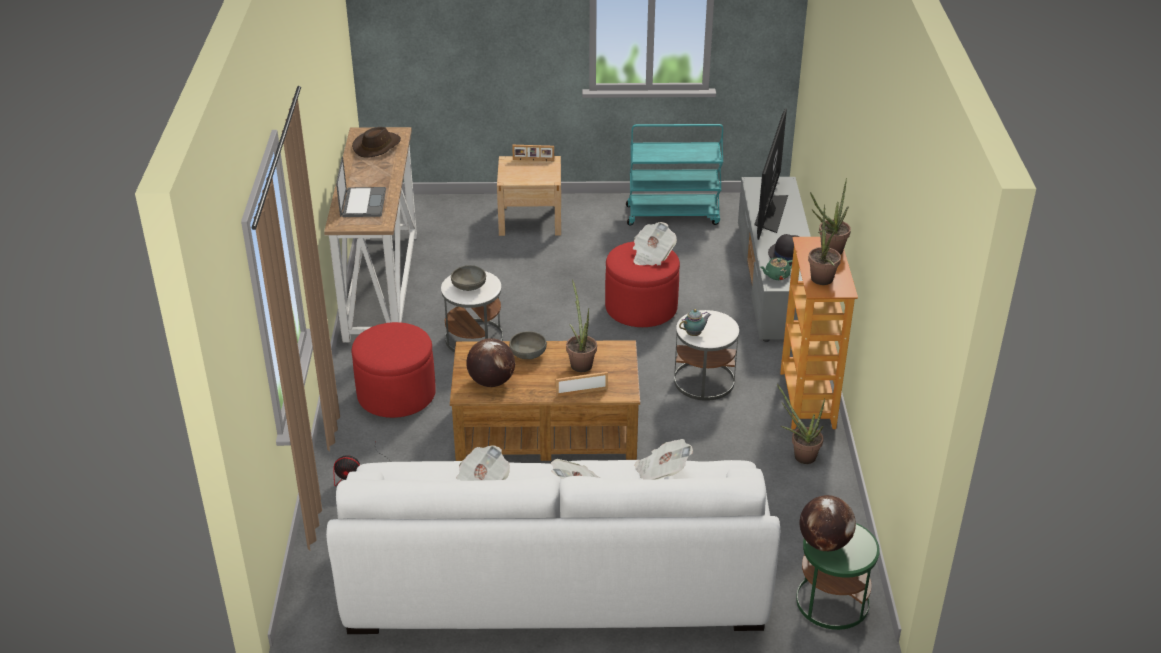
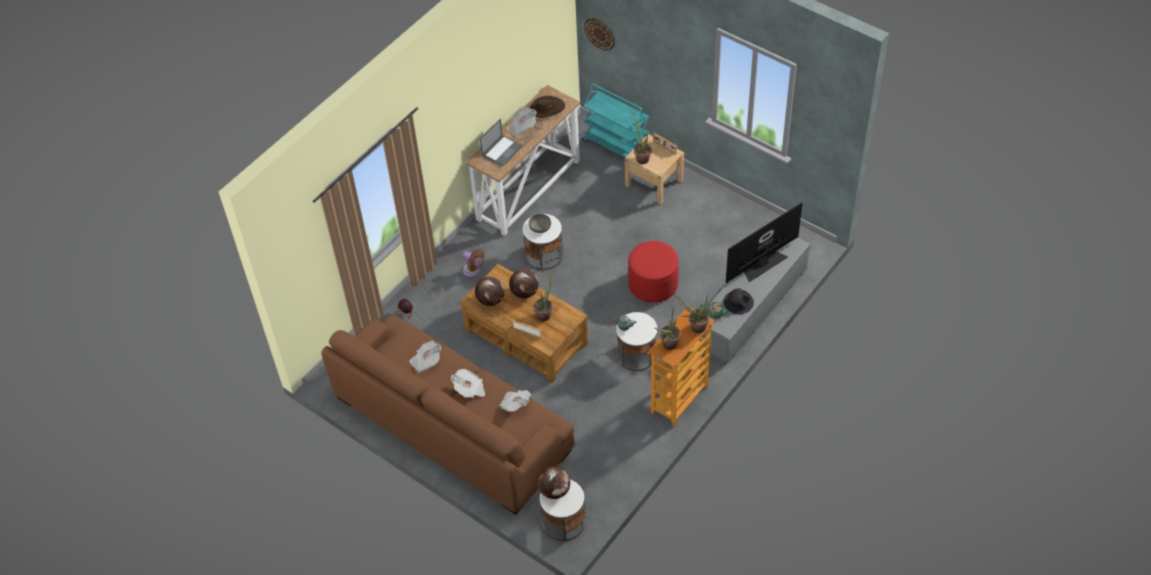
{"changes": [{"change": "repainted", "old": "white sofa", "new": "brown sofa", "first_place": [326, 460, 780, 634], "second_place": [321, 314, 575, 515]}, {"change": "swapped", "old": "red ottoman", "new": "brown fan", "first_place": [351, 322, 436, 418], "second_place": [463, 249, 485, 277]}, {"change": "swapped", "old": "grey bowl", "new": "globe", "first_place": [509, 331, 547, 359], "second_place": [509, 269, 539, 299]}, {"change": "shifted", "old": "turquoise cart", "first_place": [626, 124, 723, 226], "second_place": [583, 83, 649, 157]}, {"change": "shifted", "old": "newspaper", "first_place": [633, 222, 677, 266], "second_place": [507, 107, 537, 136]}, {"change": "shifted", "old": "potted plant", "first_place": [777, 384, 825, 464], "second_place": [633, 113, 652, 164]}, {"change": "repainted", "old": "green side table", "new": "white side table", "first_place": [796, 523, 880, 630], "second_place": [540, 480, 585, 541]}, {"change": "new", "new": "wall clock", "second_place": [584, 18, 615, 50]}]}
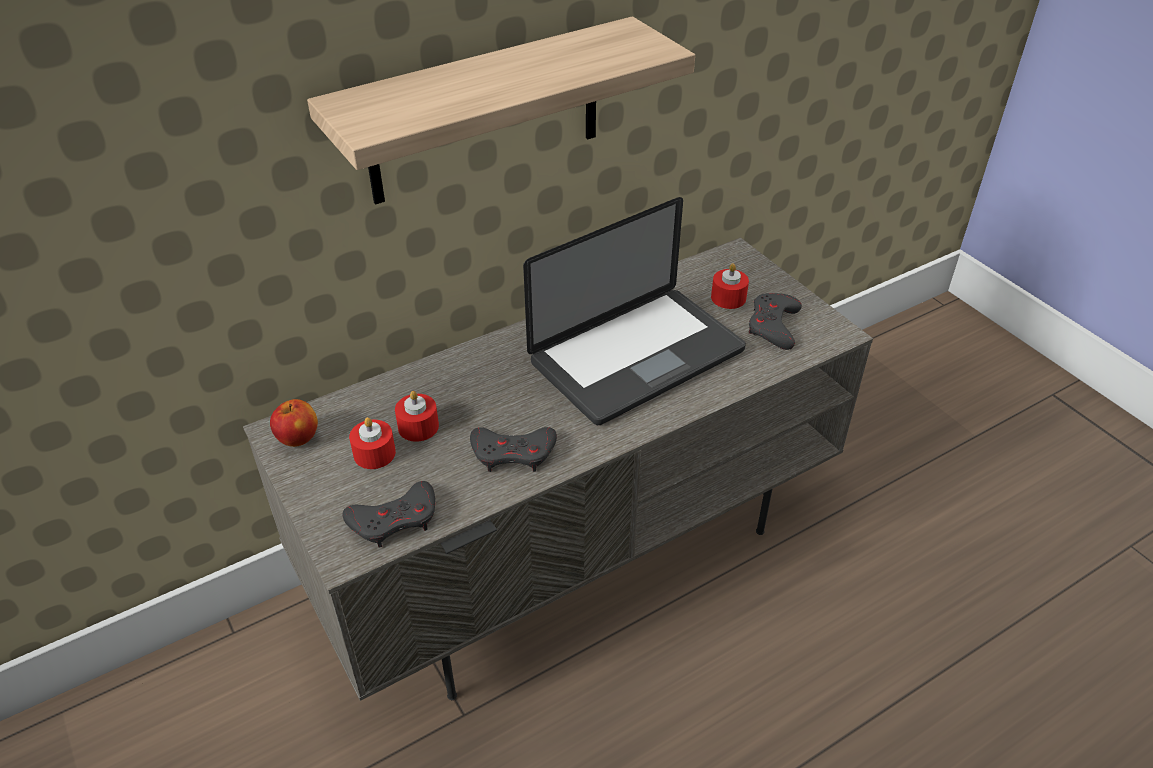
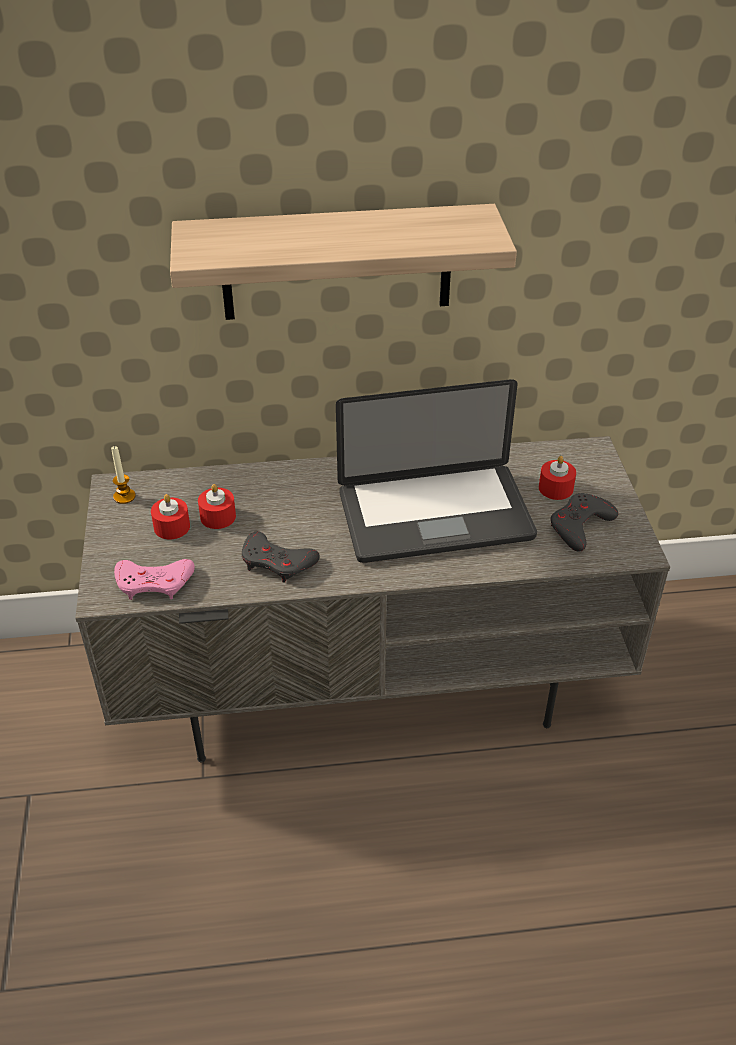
{"changes": [{"change": "swapped", "old": "apple", "new": "candle", "first_place": [270, 399, 318, 447], "second_place": [111, 446, 136, 504]}, {"change": "repainted", "old": "grey game controller", "new": "pink game controller", "first_place": [343, 481, 435, 547], "second_place": [114, 559, 195, 600]}]}
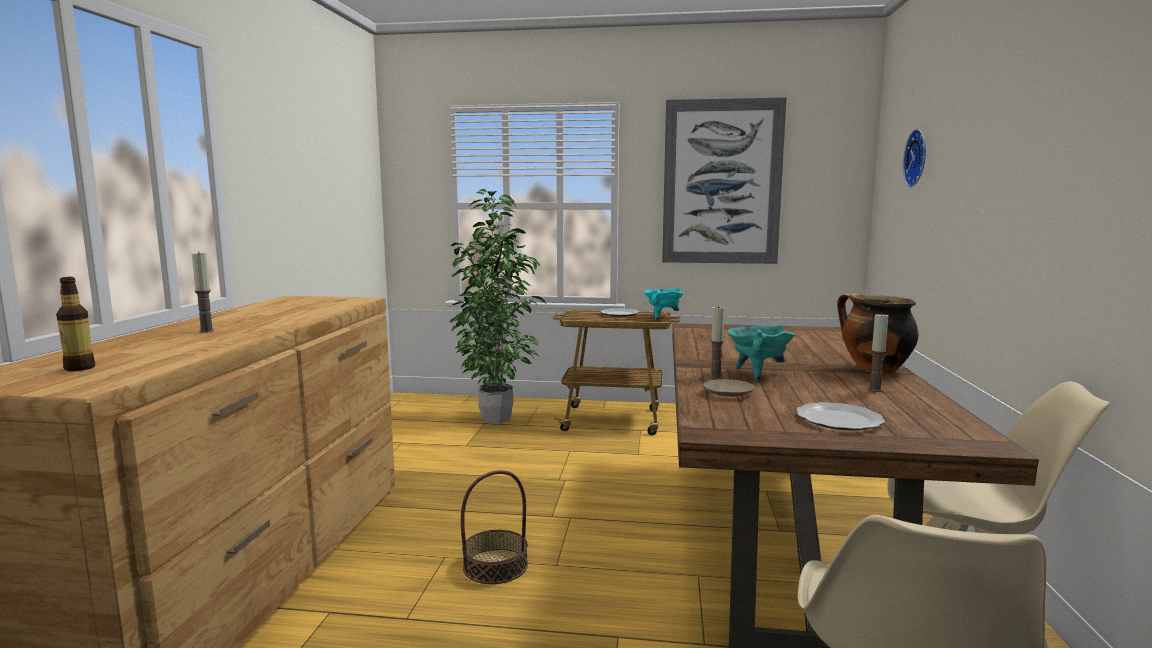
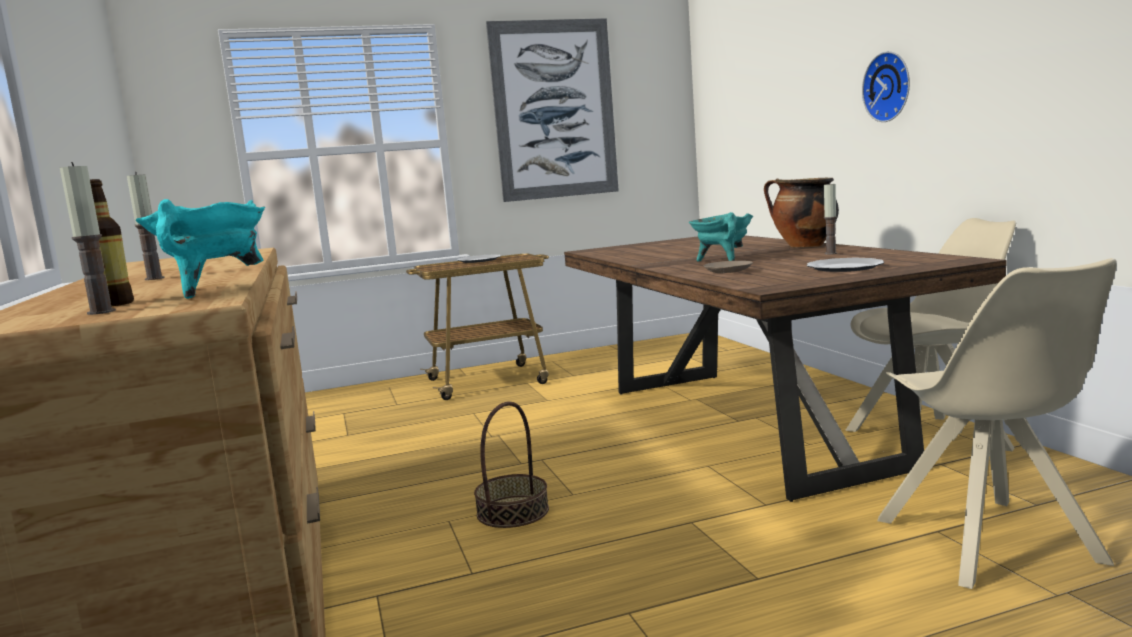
{"changes": [{"change": "gone", "old": "potted plant", "first_place": [450, 189, 546, 425]}, {"change": "shifted", "old": "turquoise cooking pot", "first_place": [644, 288, 684, 320], "second_place": [136, 199, 265, 299]}, {"change": "shifted", "old": "candle", "first_place": [710, 305, 724, 379], "second_place": [60, 162, 116, 315]}, {"change": "shifted", "old": "wall clock", "first_place": [903, 129, 926, 187], "second_place": [862, 51, 910, 122]}]}
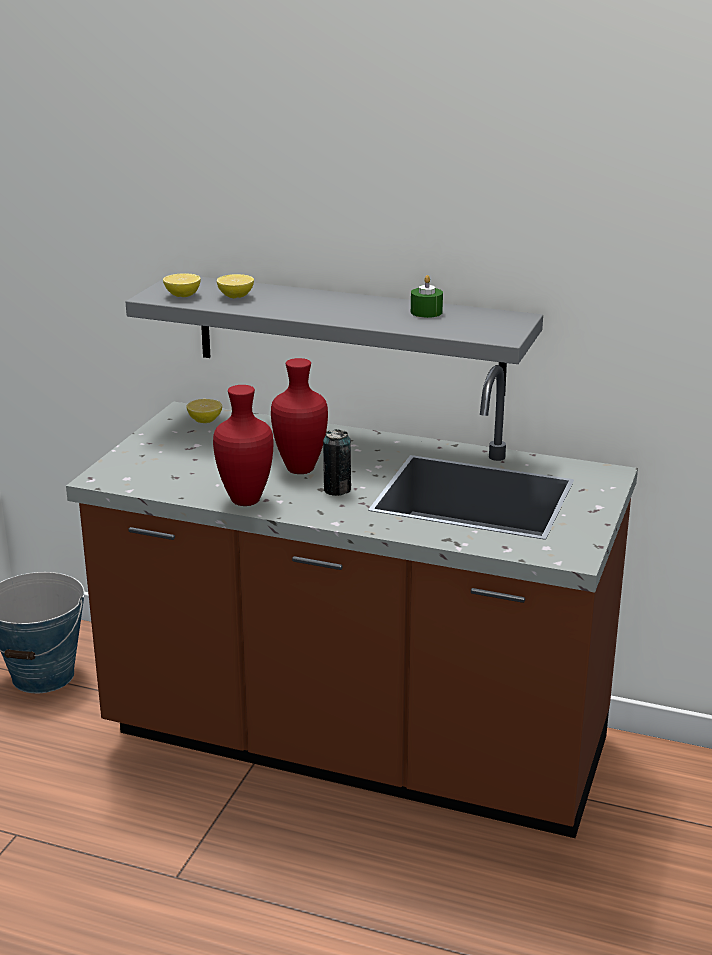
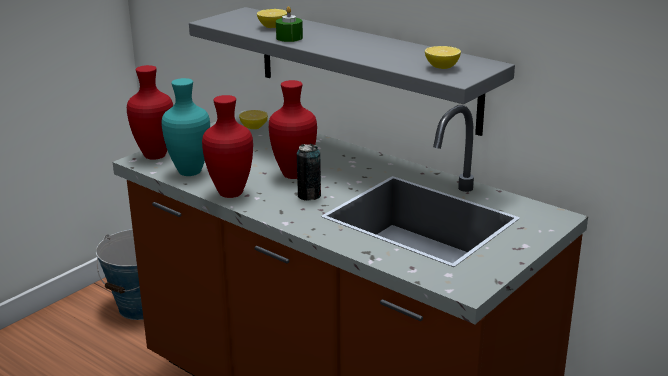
{"changes": [{"change": "shifted", "old": "lemon", "first_place": [163, 273, 201, 297], "second_place": [425, 46, 461, 69]}, {"change": "shifted", "old": "green candle", "first_place": [411, 275, 443, 318], "second_place": [276, 6, 303, 42]}, {"change": "new", "new": "red vase", "second_place": [127, 65, 173, 160]}, {"change": "new", "new": "turquoise vase", "second_place": [161, 78, 210, 176]}]}
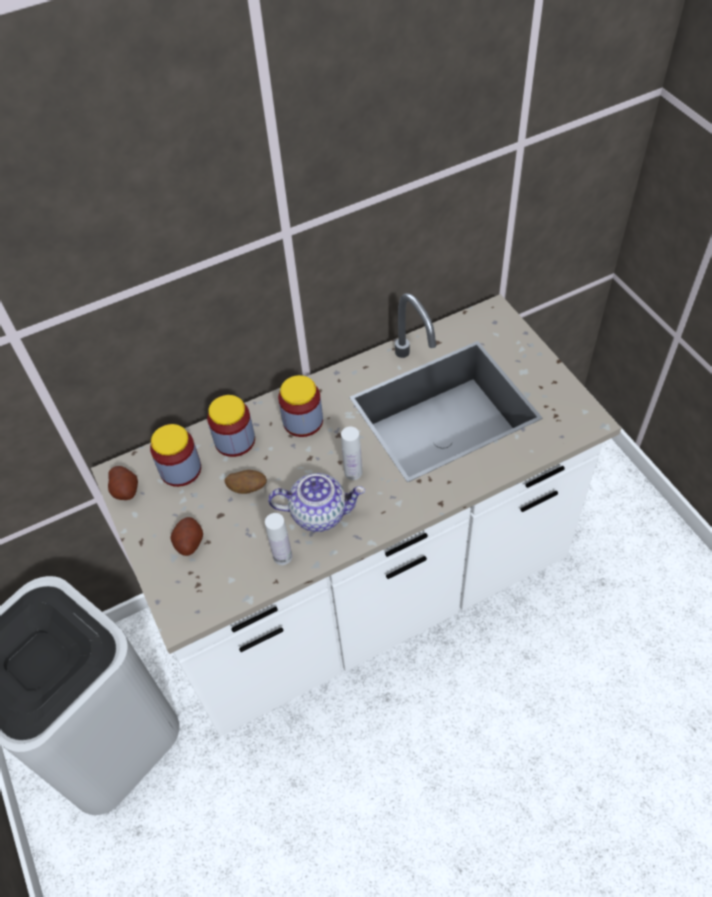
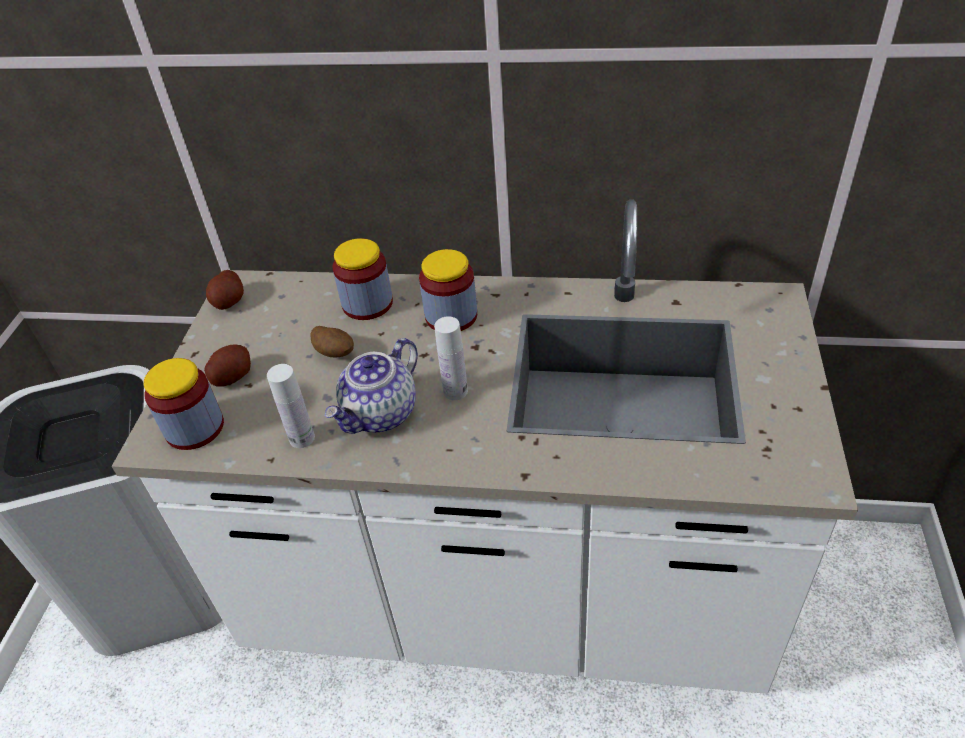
{"changes": [{"change": "shifted", "old": "jar", "first_place": [150, 424, 201, 487], "second_place": [144, 358, 224, 450]}, {"change": "rotated", "old": "teapot", "first_place": [268, 473, 365, 532], "second_place": [325, 338, 418, 434], "degrees": 90}]}
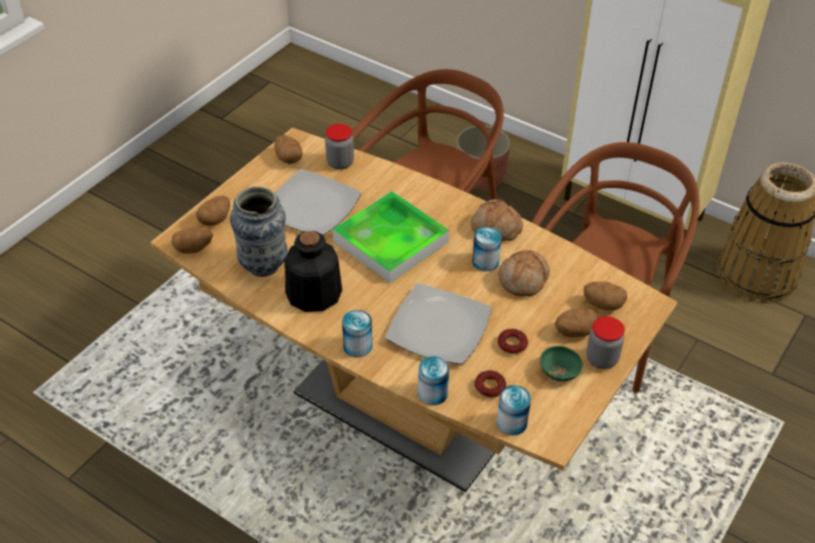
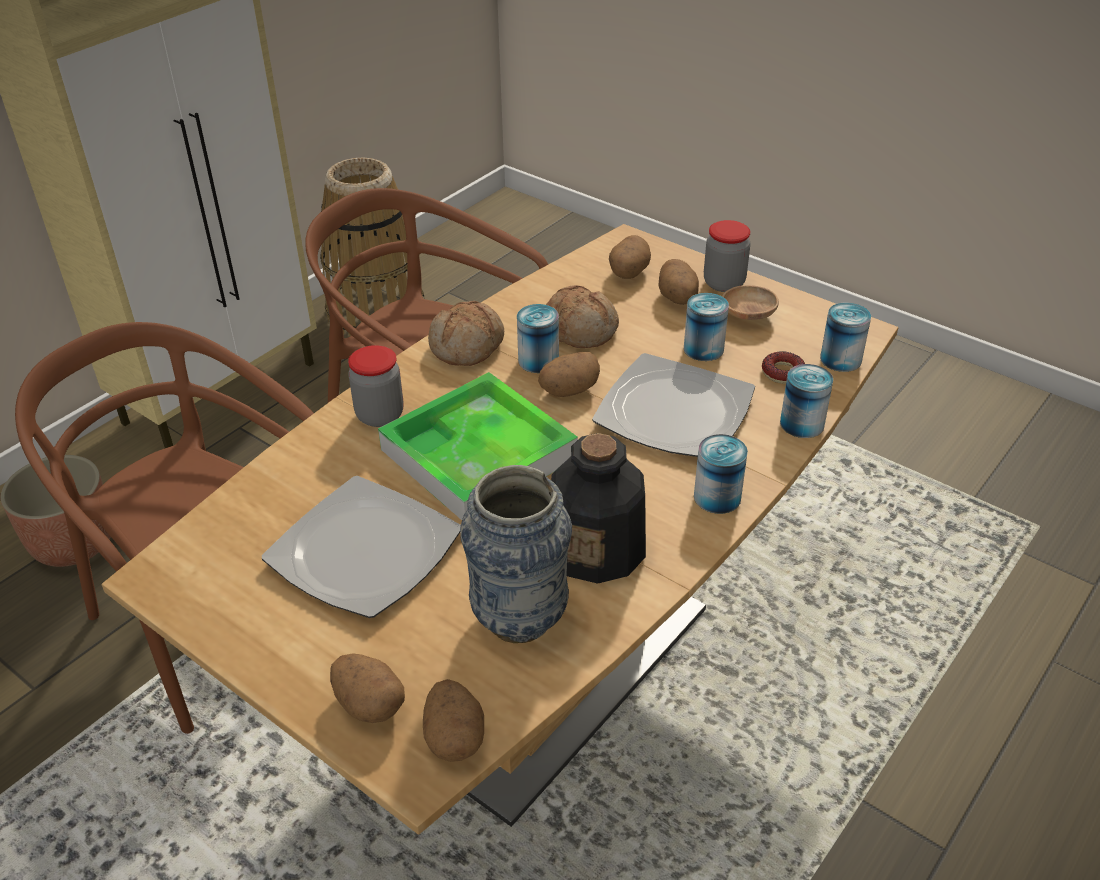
{"changes": [{"change": "shifted", "old": "potato", "first_place": [274, 135, 303, 164], "second_place": [538, 352, 600, 397]}, {"change": "shifted", "old": "jar", "first_place": [325, 124, 354, 170], "second_place": [348, 345, 403, 427]}, {"change": "swapped", "old": "donut", "new": "can", "first_place": [497, 329, 528, 355], "second_place": [684, 293, 729, 361]}, {"change": "repainted", "old": "green bowl", "new": "brown bowl", "first_place": [540, 346, 583, 381], "second_place": [722, 285, 779, 320]}]}
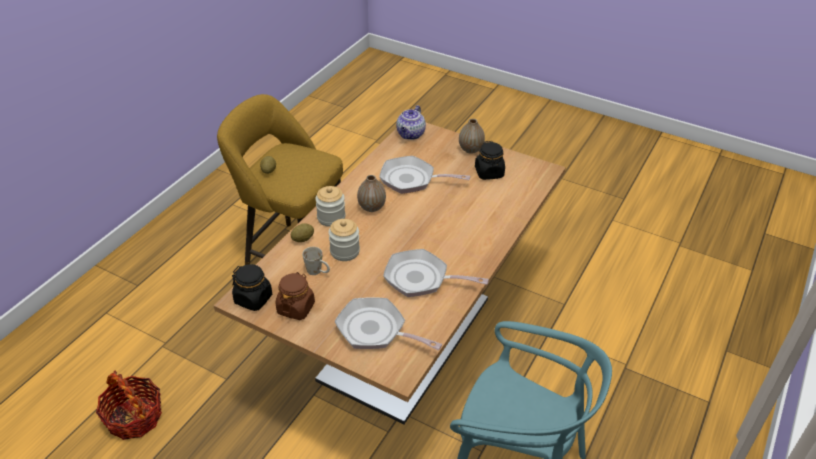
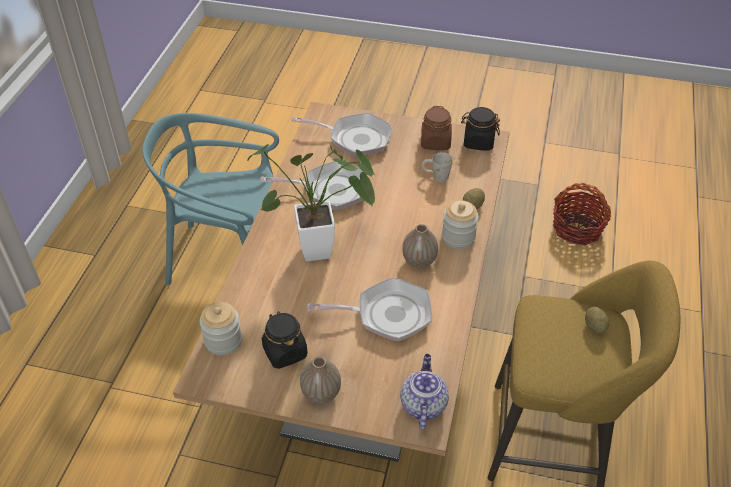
{"changes": [{"change": "shifted", "old": "jar", "first_place": [329, 219, 360, 261], "second_place": [200, 302, 242, 355]}, {"change": "new", "new": "potted plant", "second_place": [247, 144, 375, 261]}]}
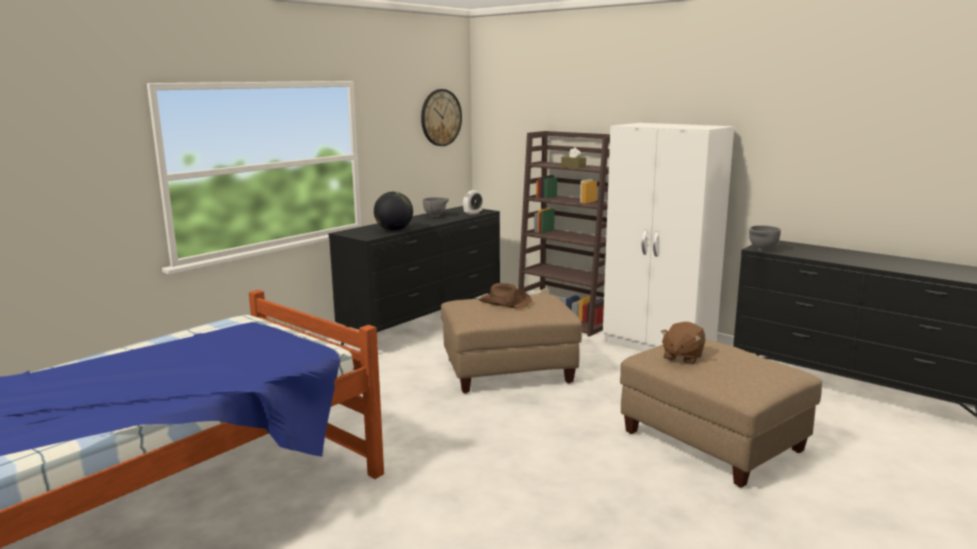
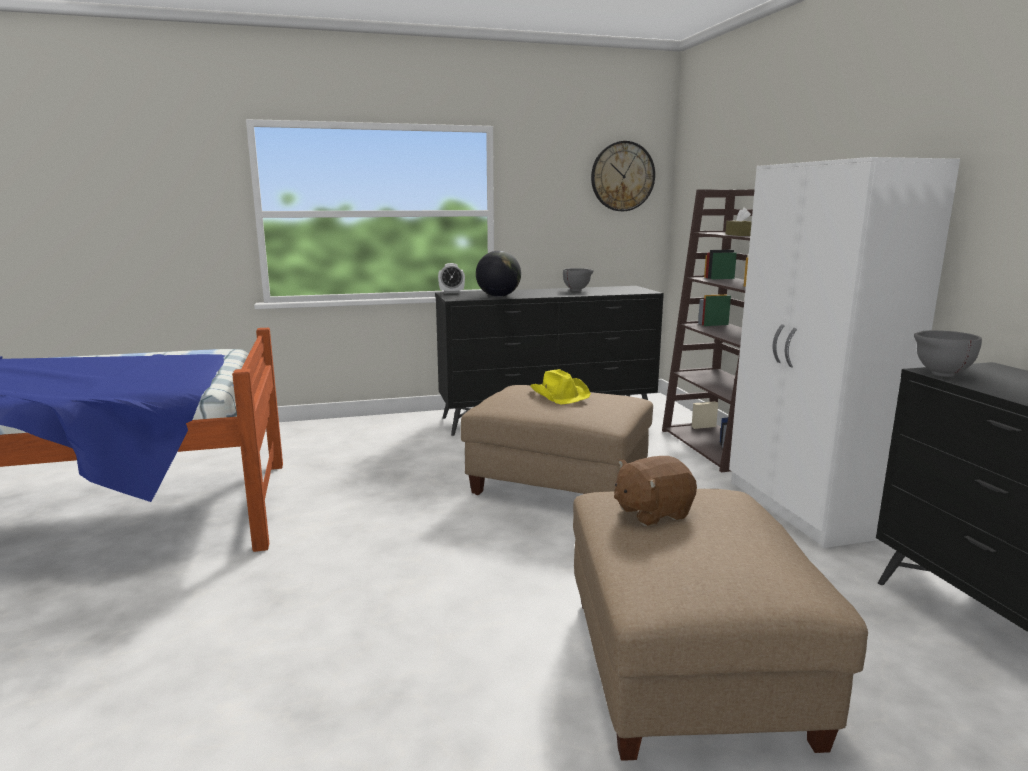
{"changes": [{"change": "shifted", "old": "alarm clock", "first_place": [463, 190, 483, 215], "second_place": [438, 263, 465, 293]}, {"change": "repainted", "old": "brown hat", "new": "yellow hat", "first_place": [479, 283, 532, 309], "second_place": [530, 369, 591, 404]}]}
